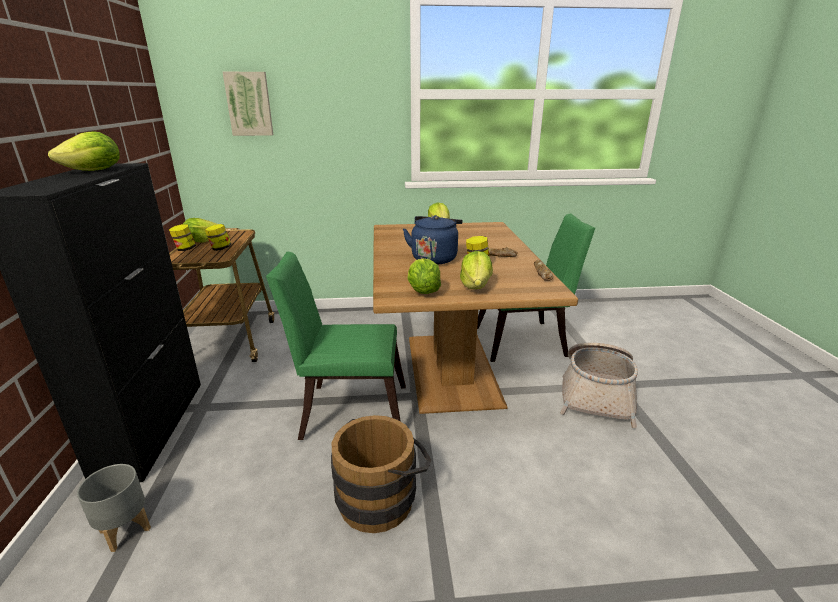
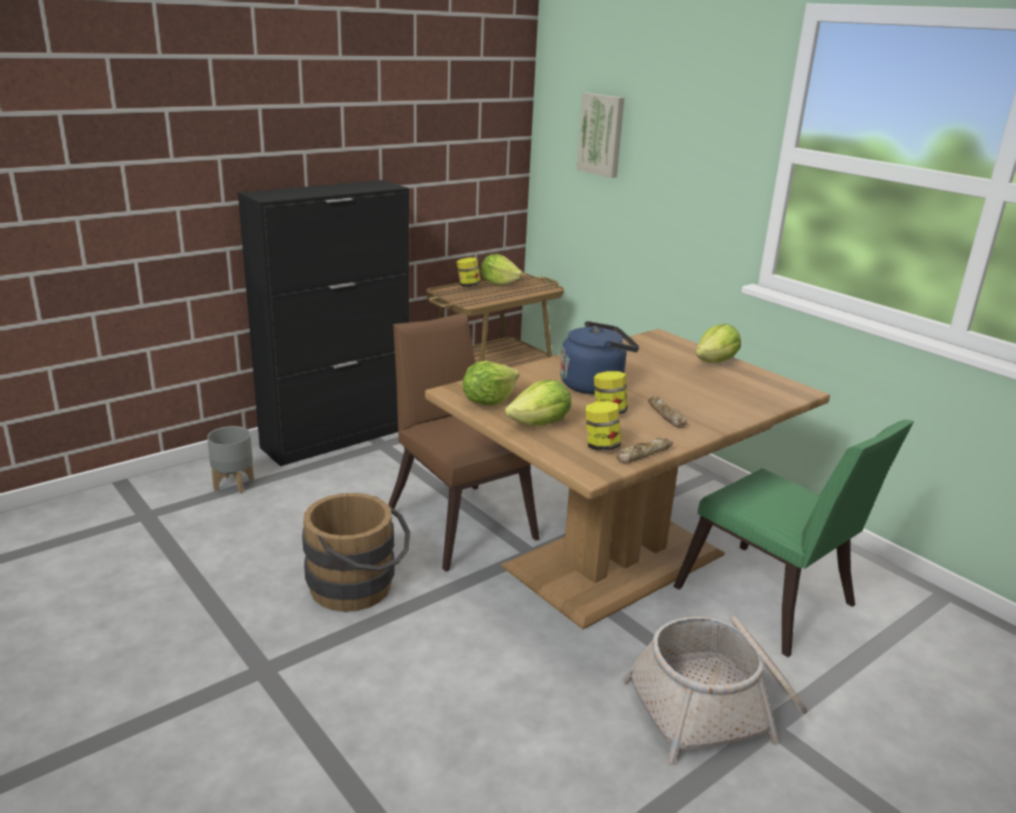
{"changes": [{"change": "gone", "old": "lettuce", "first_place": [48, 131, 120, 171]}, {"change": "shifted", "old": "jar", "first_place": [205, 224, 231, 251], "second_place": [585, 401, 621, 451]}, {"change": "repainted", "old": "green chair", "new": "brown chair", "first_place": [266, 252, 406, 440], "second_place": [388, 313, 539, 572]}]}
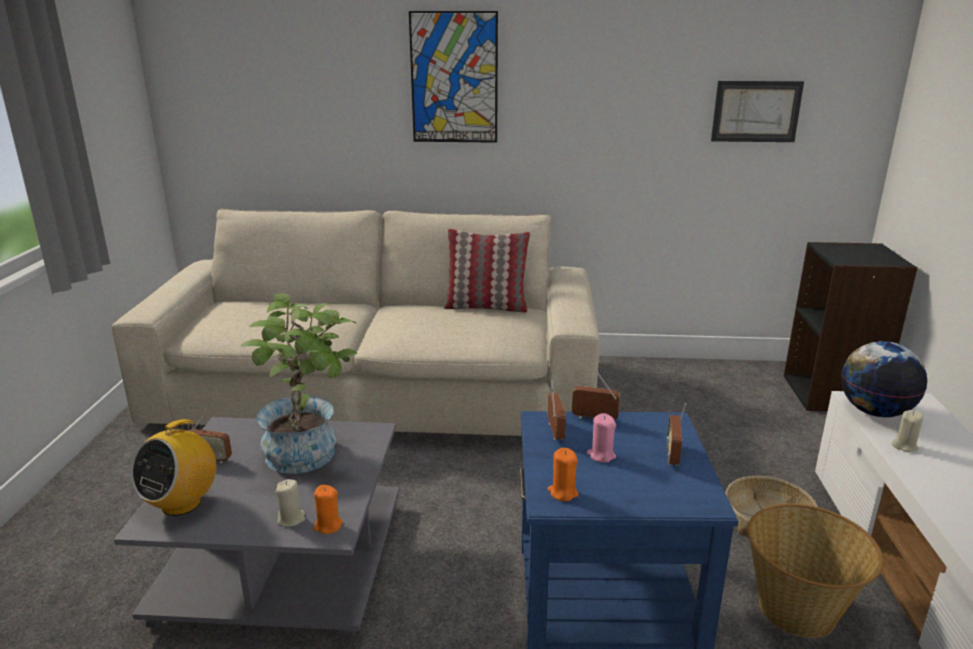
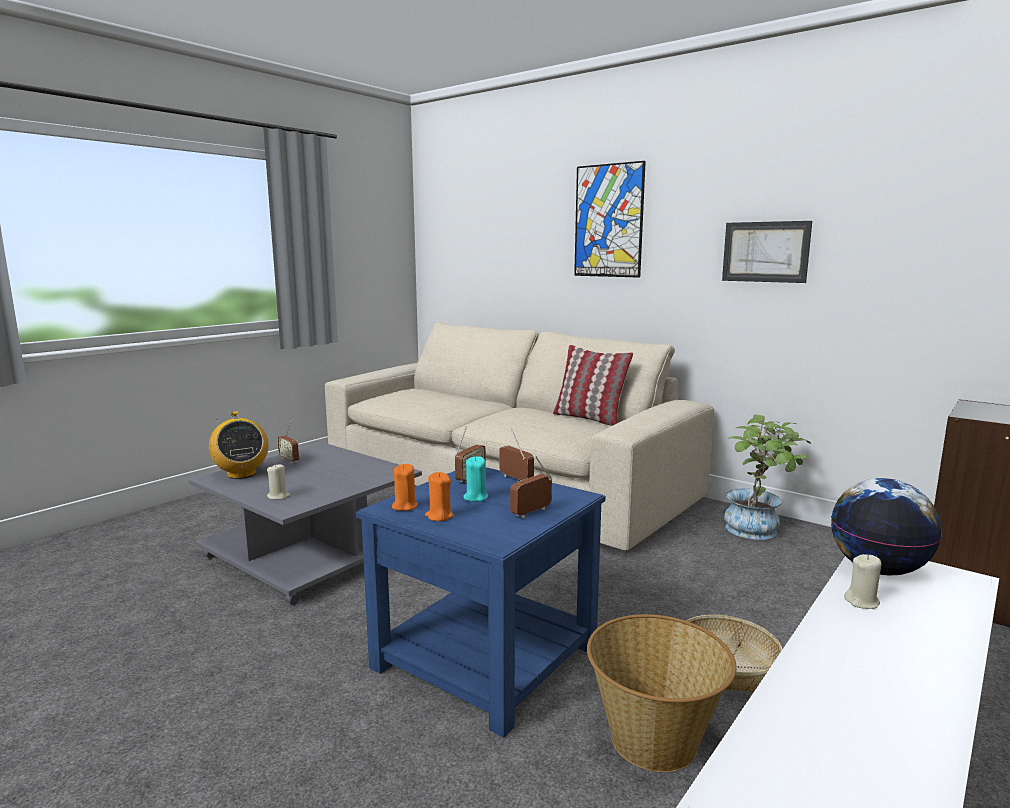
{"changes": [{"change": "rotated", "old": "radio", "first_place": [130, 417, 216, 516], "second_place": [209, 411, 269, 479], "degrees": -90}, {"change": "shifted", "old": "potted plant", "first_place": [240, 294, 357, 474], "second_place": [724, 415, 811, 539]}, {"change": "shifted", "old": "orange candle", "first_place": [313, 485, 343, 534], "second_place": [425, 472, 454, 521]}, {"change": "repainted", "old": "pink candle", "new": "turquoise candle", "first_place": [587, 413, 616, 463], "second_place": [464, 456, 488, 502]}, {"change": "shifted", "old": "picture", "first_place": [711, 81, 804, 142], "second_place": [722, 221, 812, 283]}]}
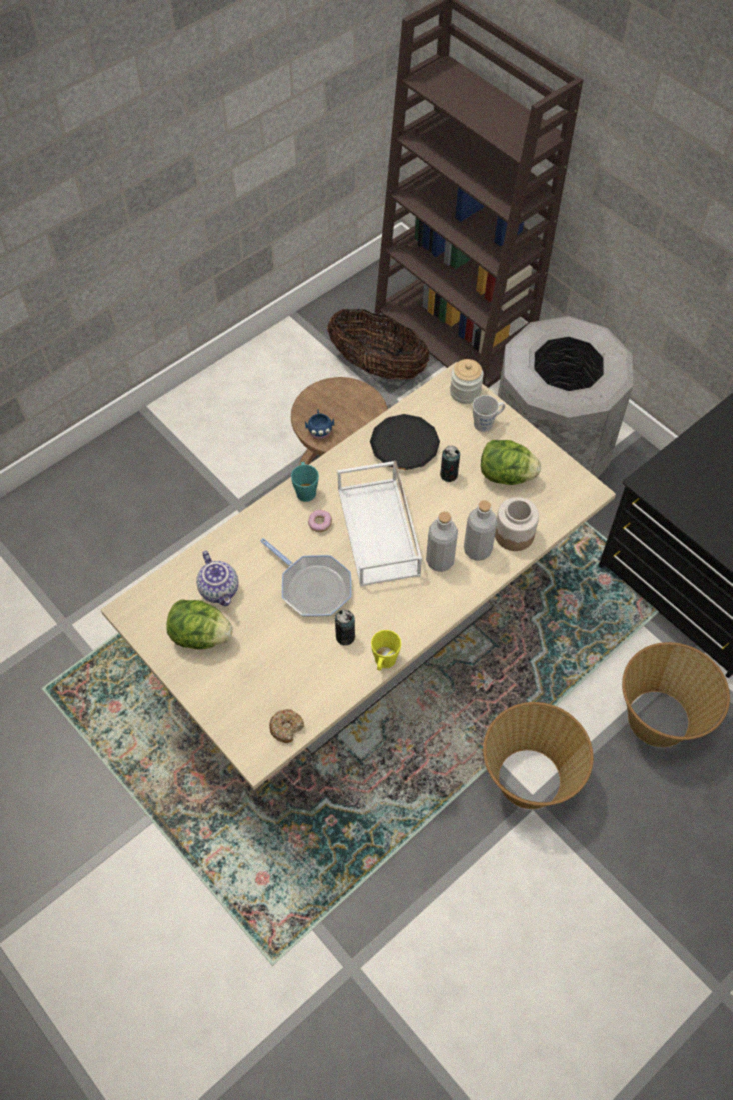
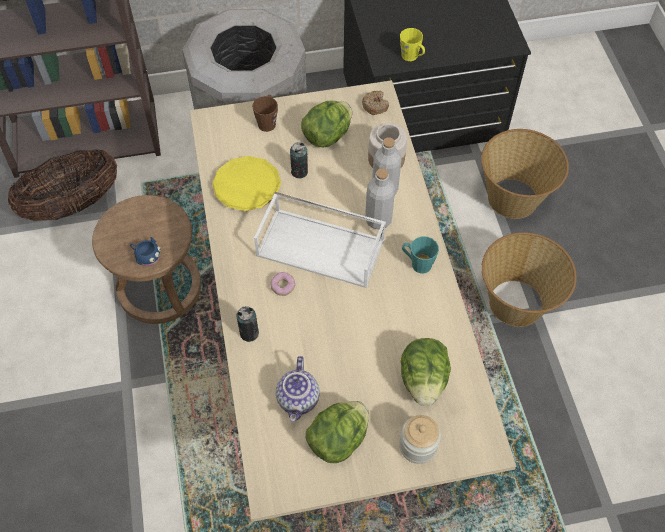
{"changes": [{"change": "rotated", "old": "teapot", "first_place": [196, 551, 238, 606], "second_place": [276, 356, 320, 422], "degrees": 90}, {"change": "gone", "old": "frying pan", "first_place": [260, 538, 351, 617]}, {"change": "shifted", "old": "donut", "first_place": [269, 709, 304, 743], "second_place": [362, 91, 389, 115]}, {"change": "shifted", "old": "turquoise mug", "first_place": [291, 462, 319, 502], "second_place": [402, 236, 439, 274]}, {"change": "shifted", "old": "can", "first_place": [335, 609, 355, 646], "second_place": [236, 306, 259, 342]}, {"change": "repainted", "old": "black plate", "new": "yellow plate", "first_place": [370, 414, 440, 470], "second_place": [212, 156, 281, 211]}, {"change": "shifted", "old": "yellow mug", "first_place": [371, 630, 401, 671], "second_place": [400, 28, 425, 61]}, {"change": "shifted", "old": "jar", "first_place": [450, 359, 484, 404], "second_place": [399, 415, 441, 464]}, {"change": "repainted", "old": "grey mug", "new": "brown mug", "first_place": [473, 395, 505, 432], "second_place": [252, 95, 278, 132]}, {"change": "new", "new": "lettuce", "second_place": [401, 338, 451, 406]}]}
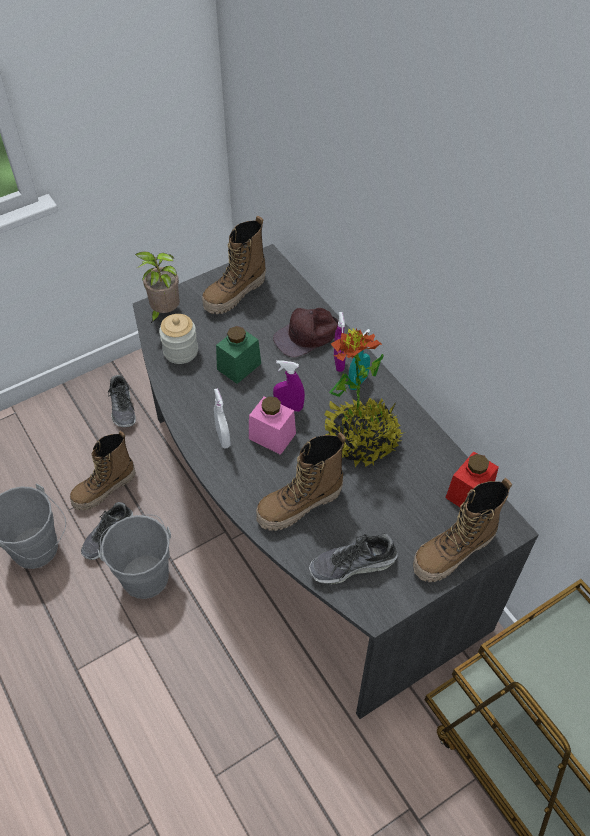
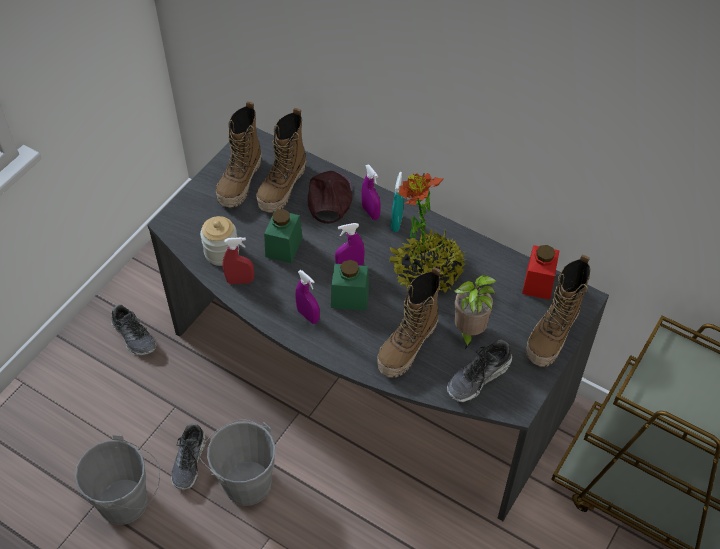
{"changes": [{"change": "shifted", "old": "boot", "first_place": [70, 431, 136, 511], "second_place": [256, 108, 306, 213]}, {"change": "shifted", "old": "potted plant", "first_place": [135, 251, 180, 324], "second_place": [454, 275, 497, 349]}, {"change": "repainted", "old": "white spray bottle", "new": "purple spray bottle", "first_place": [214, 388, 231, 449], "second_place": [295, 270, 319, 324]}, {"change": "repainted", "old": "pink jar", "new": "green jar", "first_place": [249, 396, 296, 455], "second_place": [331, 260, 369, 311]}, {"change": "rotated", "old": "brown cap", "first_place": [273, 308, 338, 357], "second_place": [308, 171, 353, 224], "degrees": 150}, {"change": "new", "new": "red spray bottle", "second_place": [223, 237, 254, 284]}]}
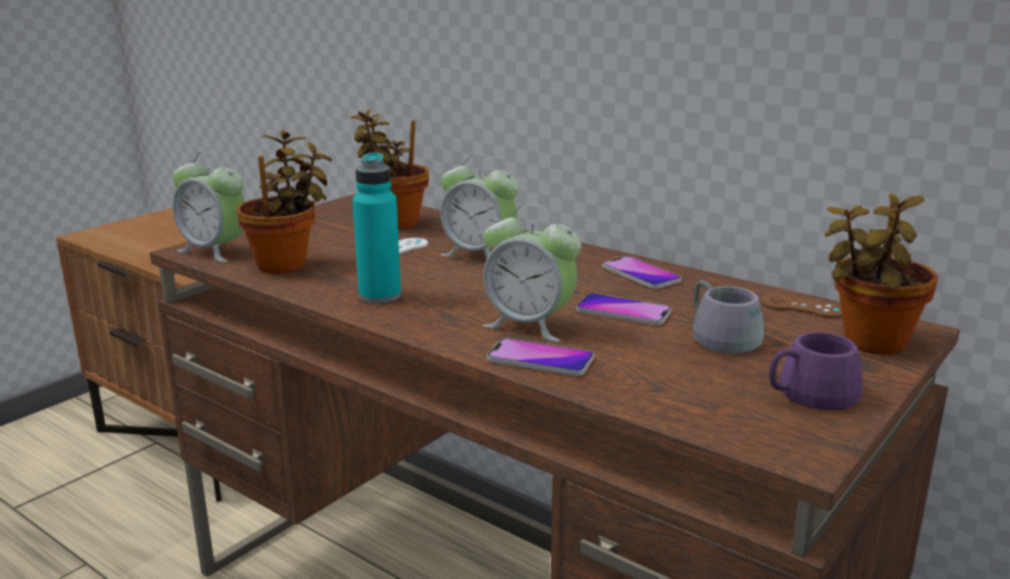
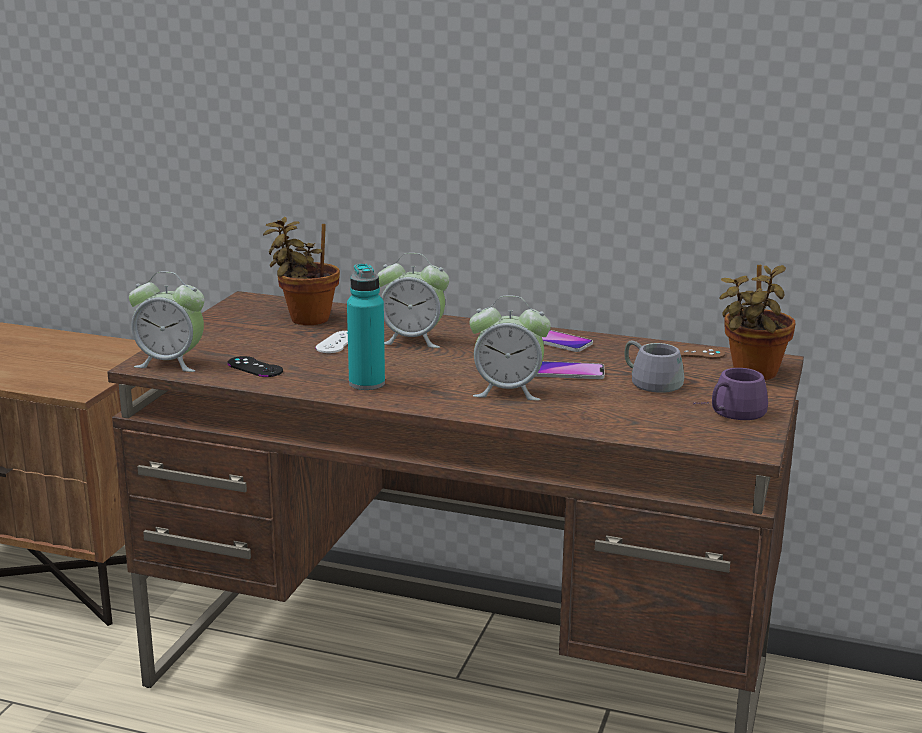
{"changes": [{"change": "swapped", "old": "potted plant", "new": "black game controller", "first_place": [236, 130, 332, 274], "second_place": [227, 356, 283, 377]}, {"change": "gone", "old": "phone", "first_place": [487, 338, 594, 376]}]}
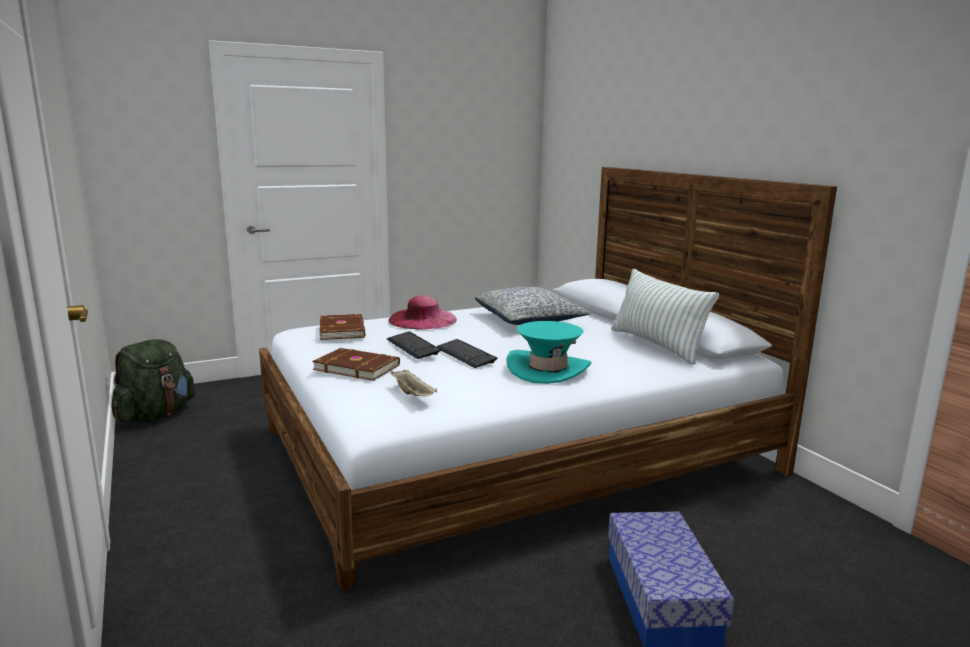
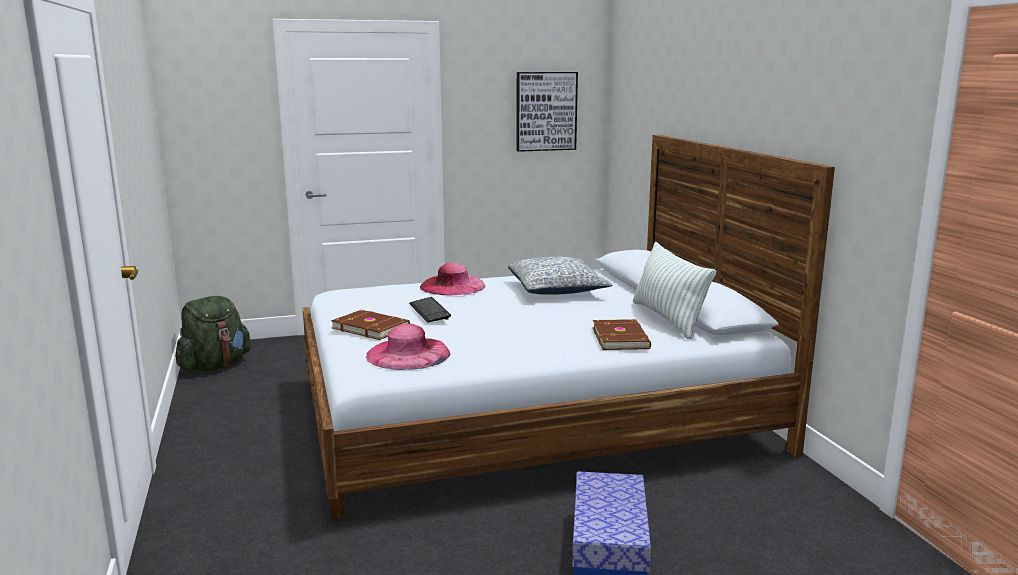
{"changes": [{"change": "shifted", "old": "brown book", "first_place": [320, 314, 365, 340], "second_place": [593, 319, 651, 350]}, {"change": "swapped", "old": "beige tray", "new": "pink hat", "first_place": [391, 370, 437, 396], "second_place": [366, 324, 451, 370]}, {"change": "gone", "old": "keyboard", "first_place": [436, 339, 497, 368]}, {"change": "gone", "old": "turquoise hat", "first_place": [507, 321, 591, 384]}, {"change": "new", "new": "picture", "second_place": [516, 72, 578, 152]}]}
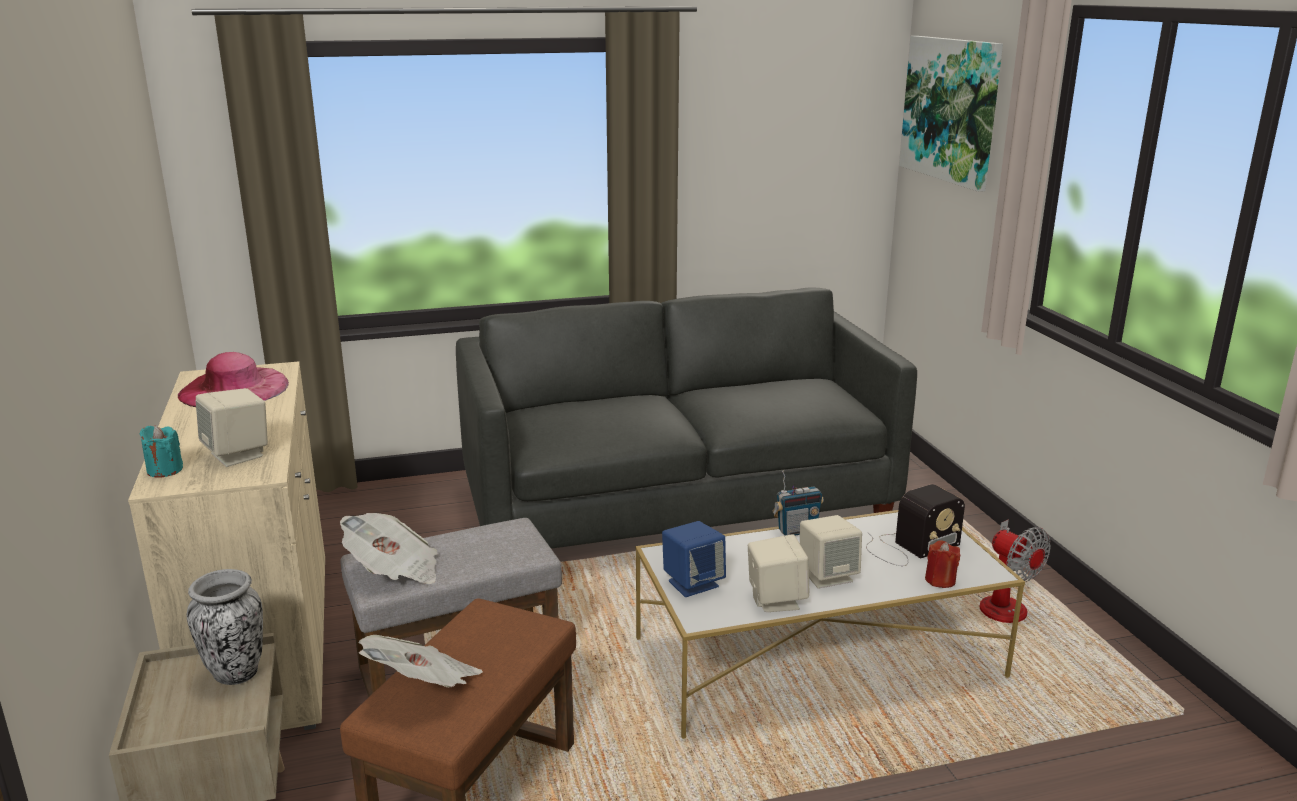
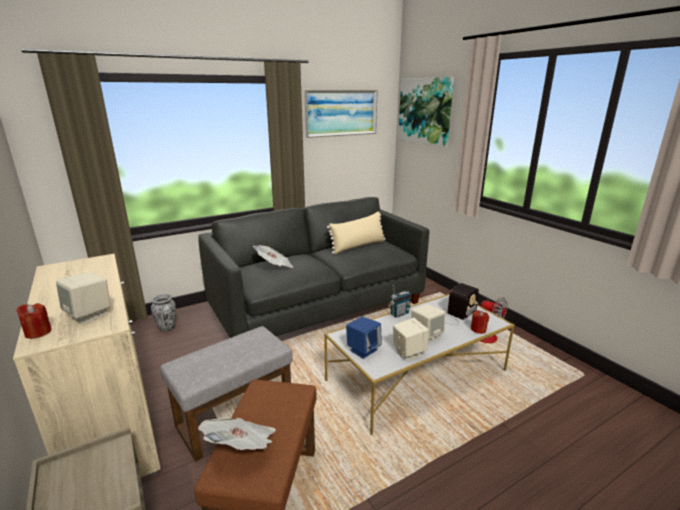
{"changes": [{"change": "repainted", "old": "turquoise candle", "new": "red candle", "first_place": [139, 426, 183, 478], "second_place": [17, 303, 52, 339]}, {"change": "gone", "old": "pink hat", "first_place": [178, 352, 289, 407]}, {"change": "shifted", "old": "vase", "first_place": [187, 569, 263, 685], "second_place": [151, 294, 176, 331]}, {"change": "shifted", "old": "newspaper", "first_place": [340, 513, 437, 584], "second_place": [253, 245, 294, 268]}, {"change": "new", "new": "picture", "second_place": [304, 90, 378, 138]}, {"change": "new", "new": "beige pillow", "second_place": [327, 212, 385, 254]}]}
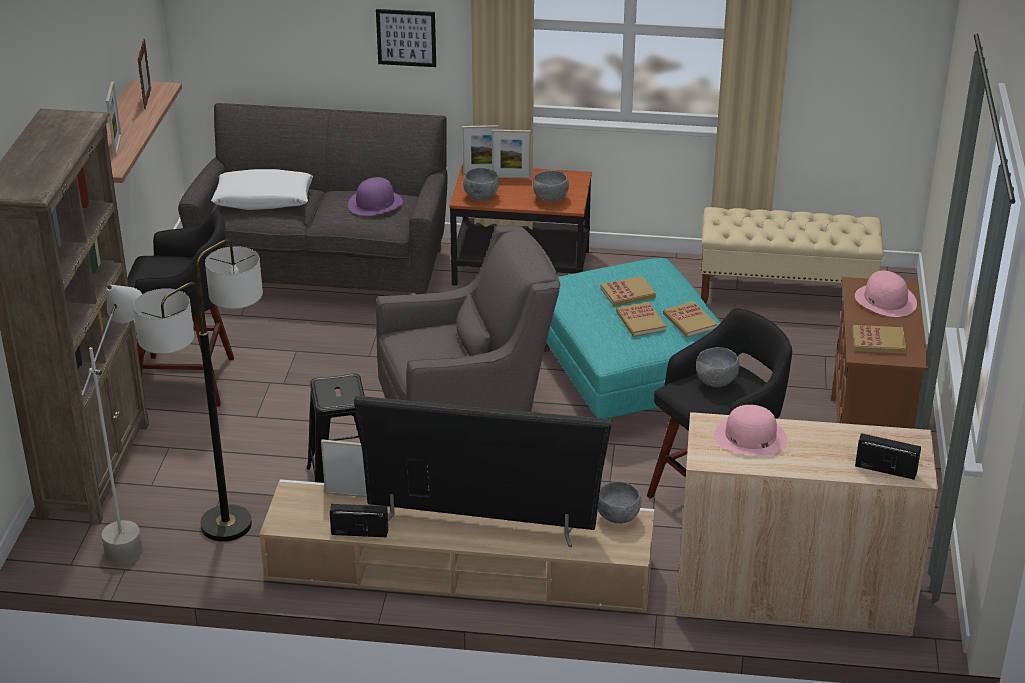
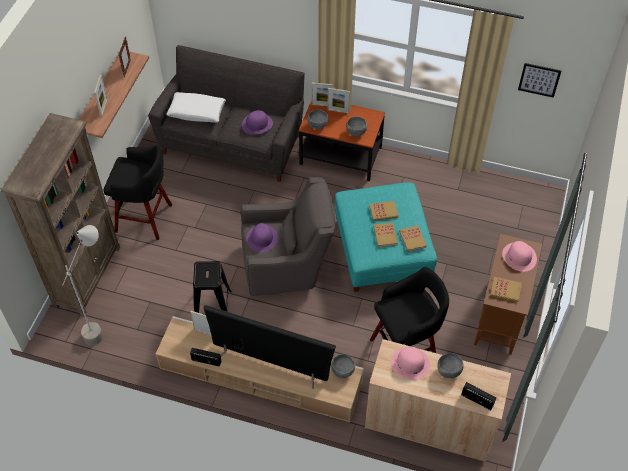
{"changes": [{"change": "gone", "old": "floor lamp", "first_place": [133, 240, 263, 542]}, {"change": "shifted", "old": "picture", "first_place": [376, 9, 436, 67], "second_place": [518, 63, 561, 98]}, {"change": "shifted", "old": "grey bowl", "first_place": [696, 347, 739, 387], "second_place": [437, 353, 464, 378]}, {"change": "gone", "old": "beige bench", "first_place": [701, 207, 883, 304]}, {"change": "new", "new": "purple hat", "second_place": [246, 223, 278, 253]}]}
